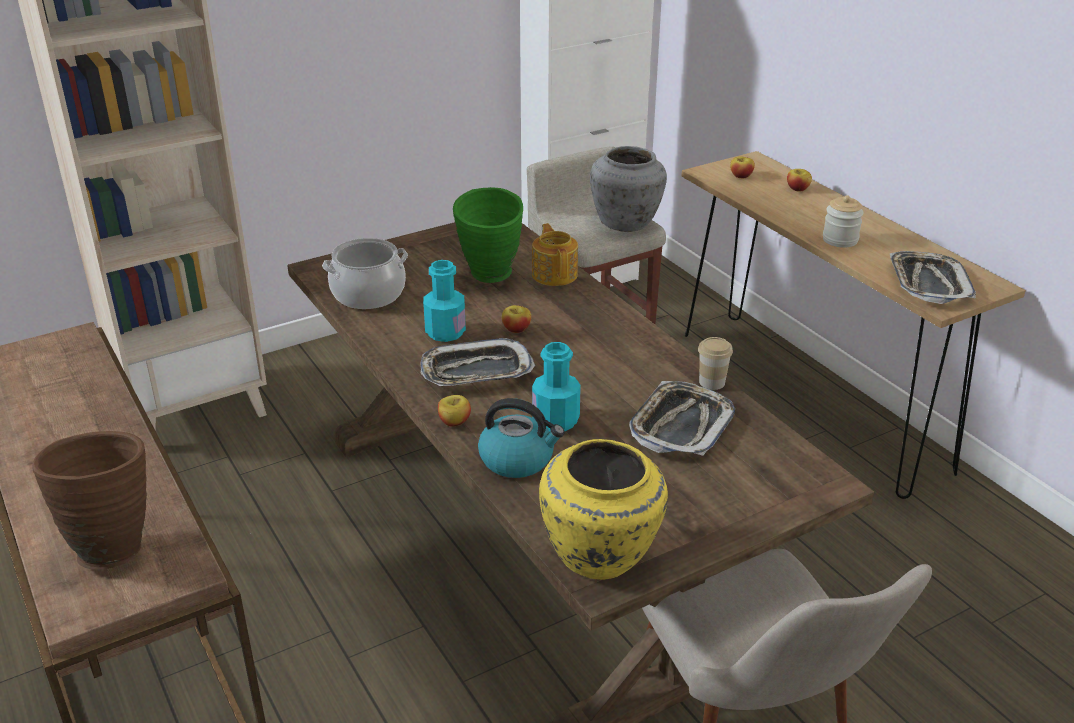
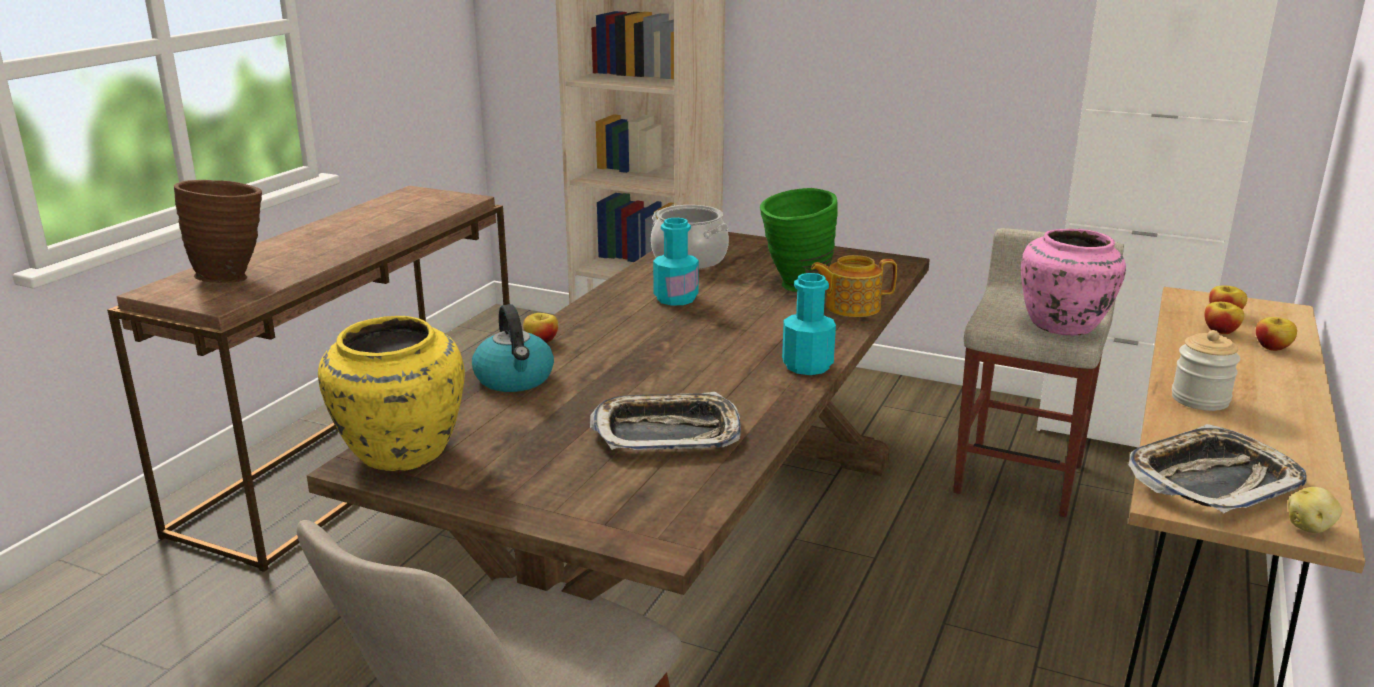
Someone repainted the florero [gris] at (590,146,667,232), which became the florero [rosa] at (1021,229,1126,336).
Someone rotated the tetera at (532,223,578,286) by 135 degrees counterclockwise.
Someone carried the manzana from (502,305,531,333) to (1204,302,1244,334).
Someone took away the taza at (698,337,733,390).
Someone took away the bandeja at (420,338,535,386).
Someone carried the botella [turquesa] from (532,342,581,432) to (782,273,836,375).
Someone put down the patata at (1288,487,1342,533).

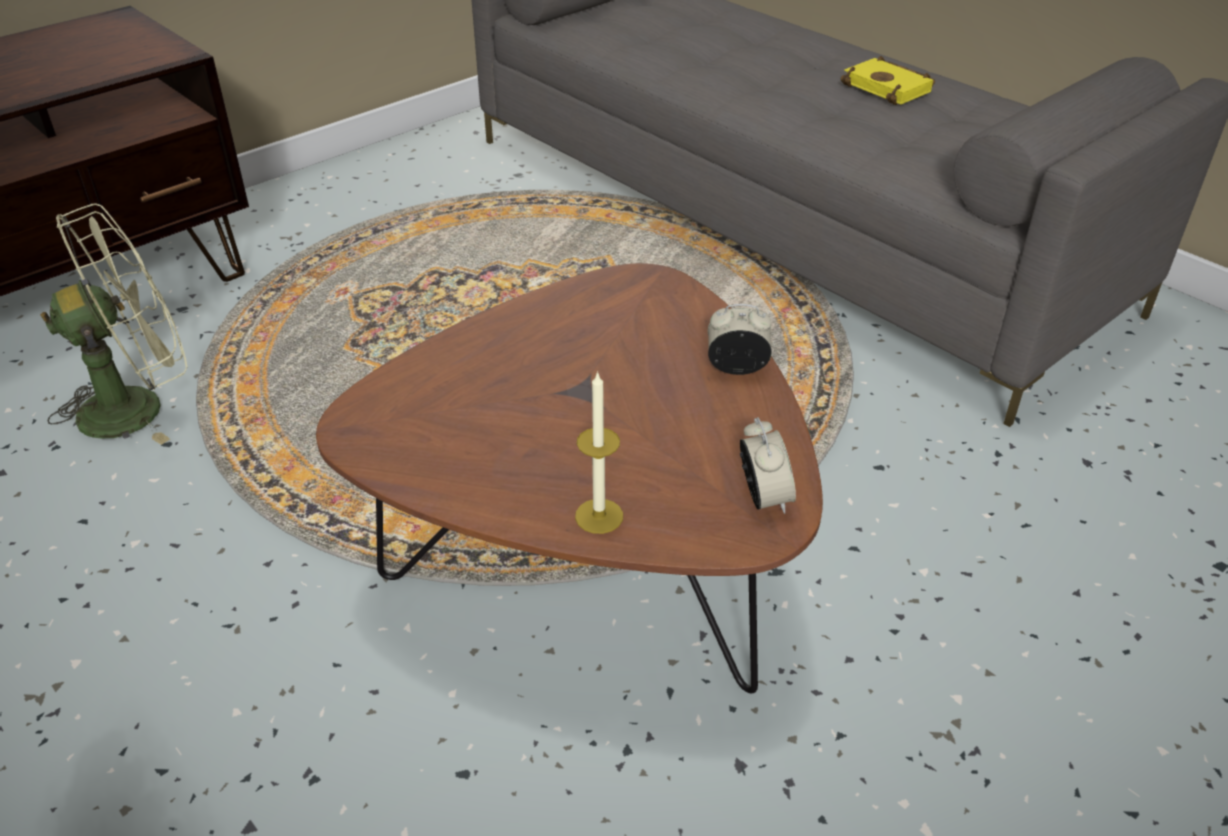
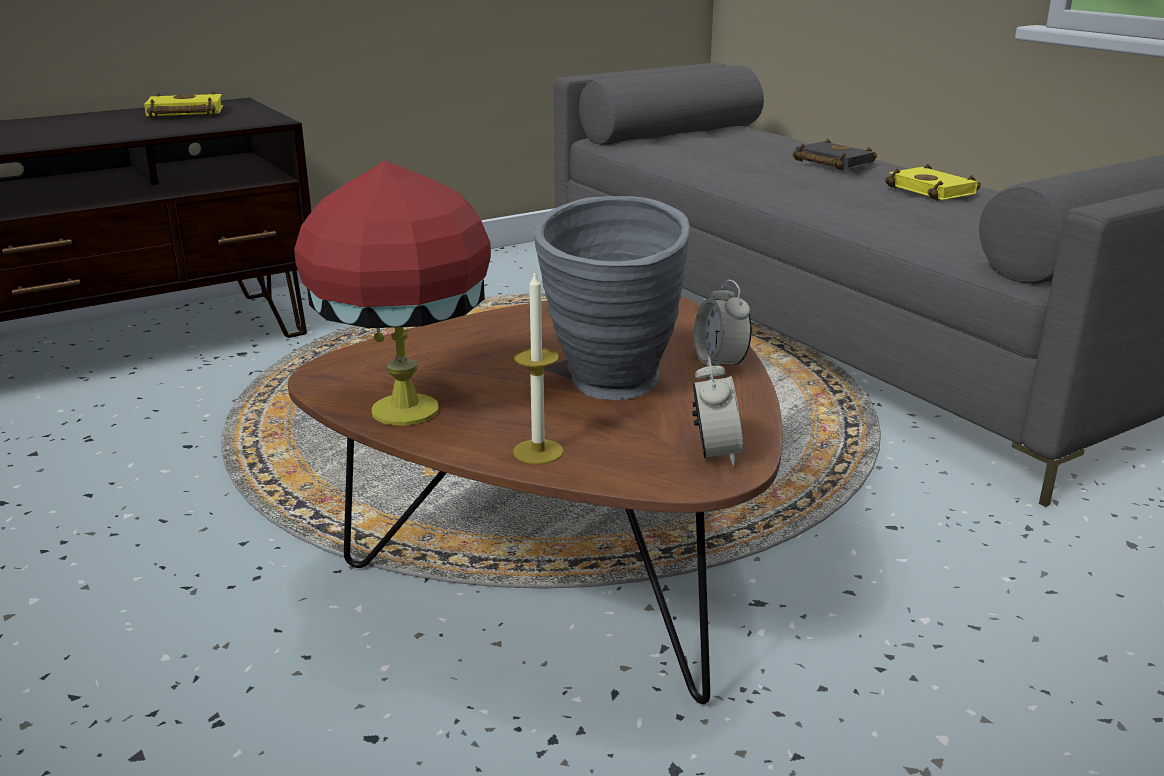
Someone took away the ventilador [verde] at (40,203,187,445).
Someone rotated the despertador at (708,304,772,375) by 120 degrees counterclockwise.
Someone put down the libro [amarillo] at (144,91,223,118).
Someone put down the libro [negro] at (793,139,877,171).
Someone put down the lámpara de mesa [rojo] at (294,160,491,426).
Someone put down the florero [gris] at (534,196,690,400).

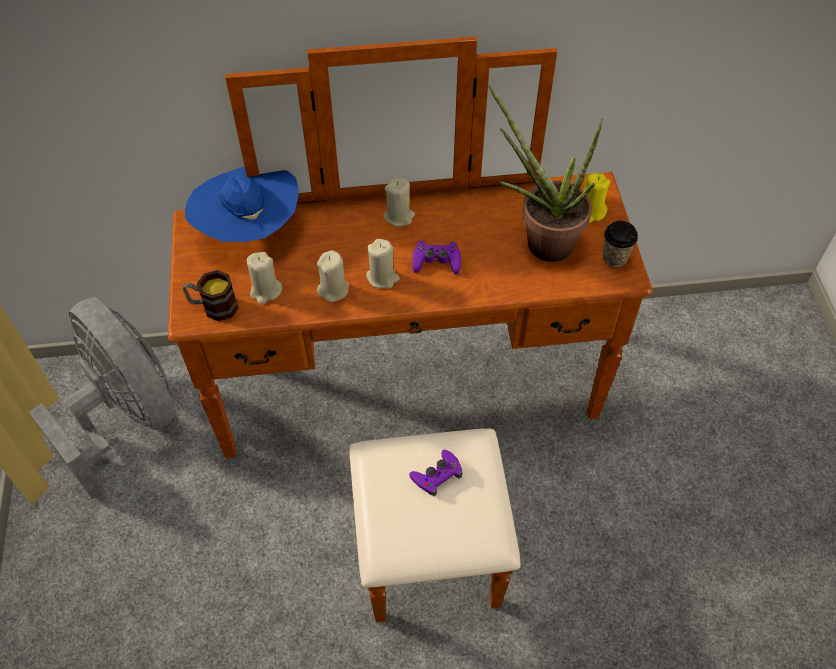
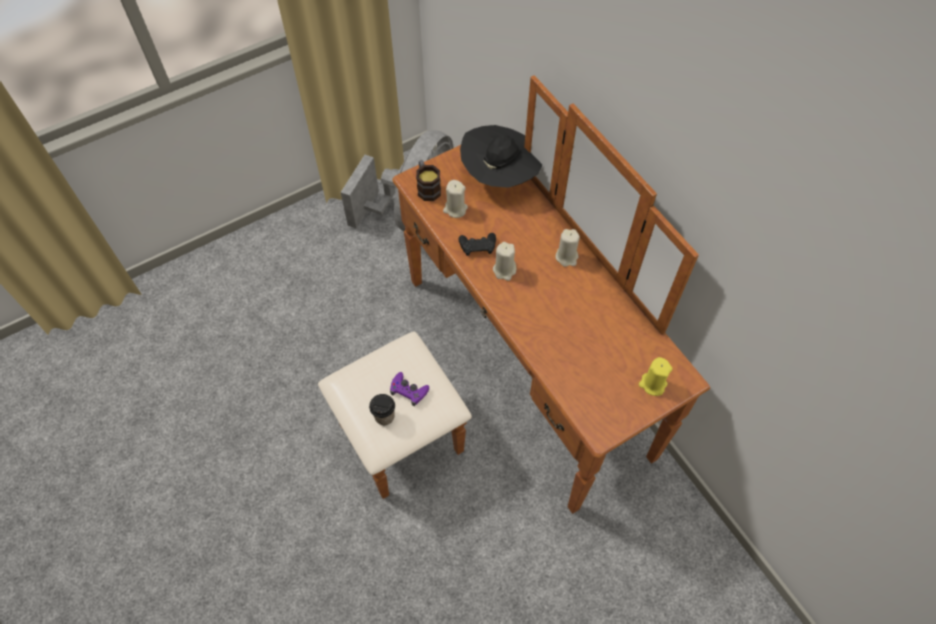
Someone took away the planta en maceta at (488,84,603,262).
Someone repainted the sombrero [azul] at (185,167,298,242), which became the sombrero [negro] at (460,125,542,188).
Someone carried the taza from (603,221,638,267) to (369,394,395,425).
Someone took away the mando de consola [morado] at (412,240,461,275).
Someone swapped the vela [beis] at (317,250,349,302) for the mando de consola [negro] at (458,233,496,256).

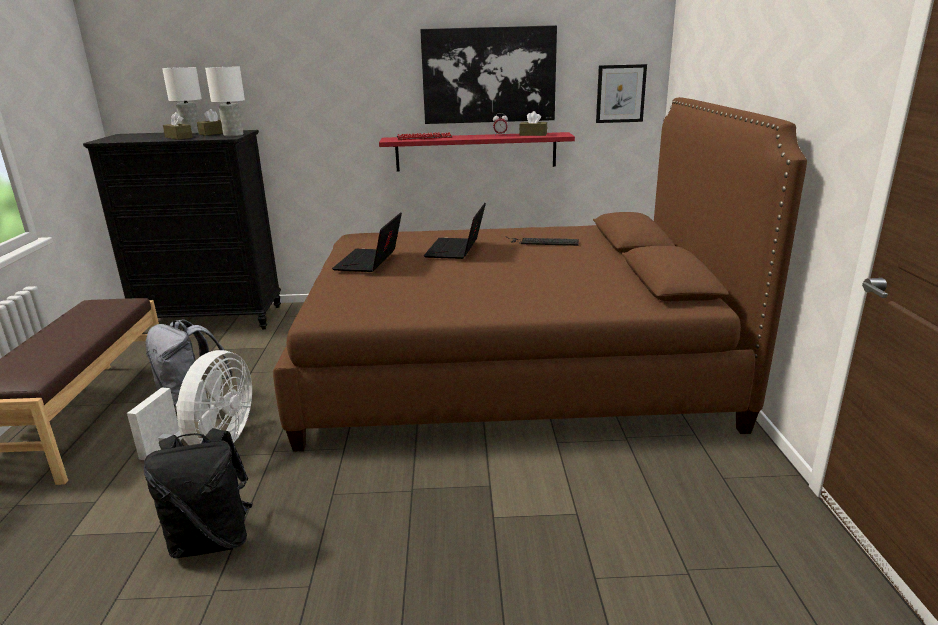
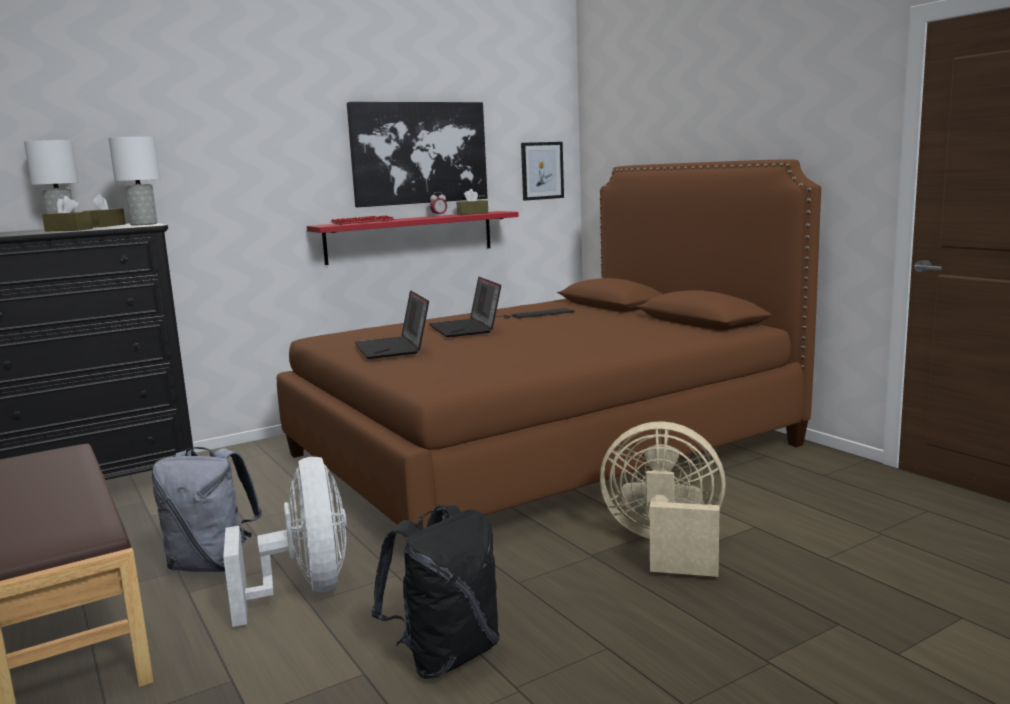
Someone put down the ventilador [beis] at (600,421,726,577).

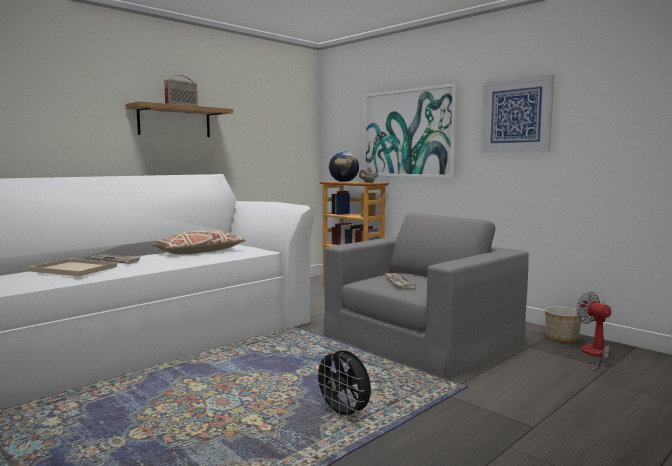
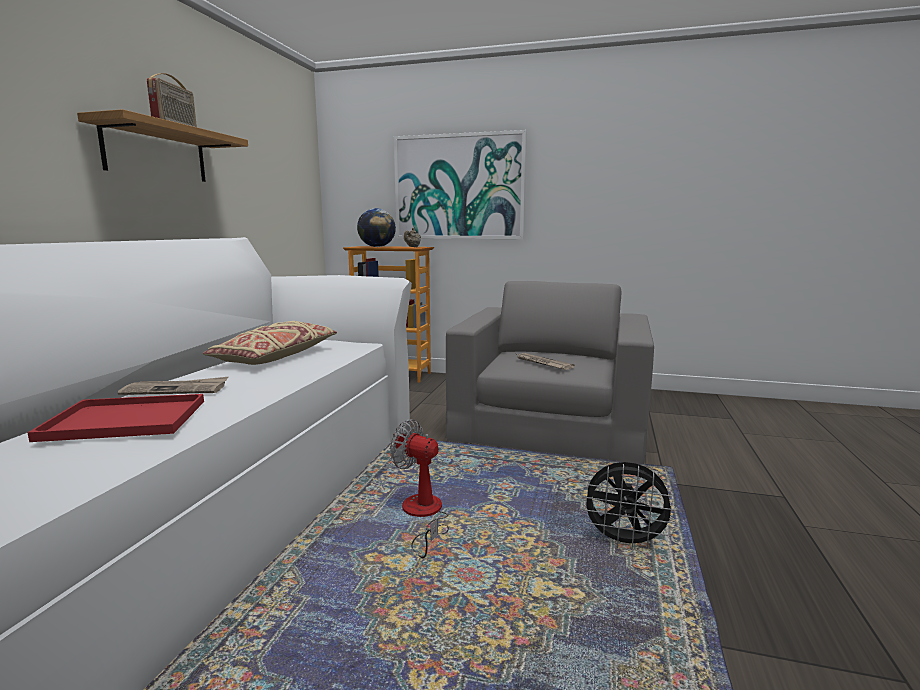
Someone took away the cuadro at (481,74,554,152).
Someone repainted the bandeja [beis] at (30,258,117,277), which became the bandeja [rojo] at (27,394,204,442).
Someone carried the ventilador from (576,292,615,371) to (390,419,449,558).
Someone took away the maceta at (545,306,582,343).

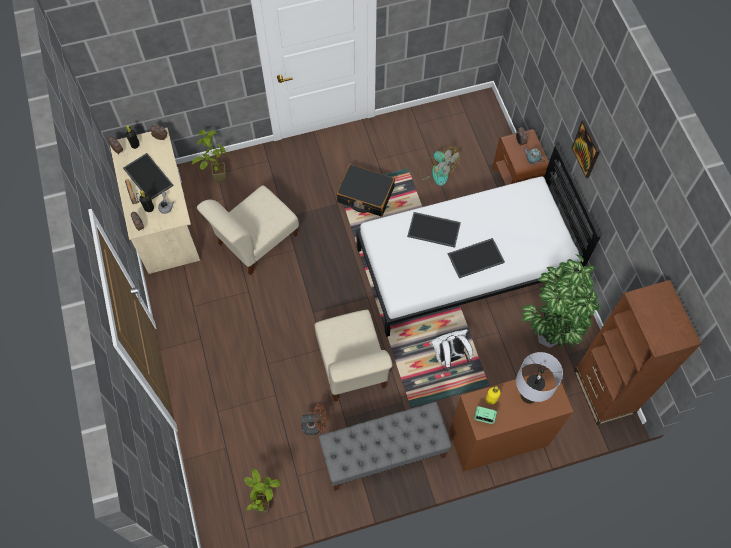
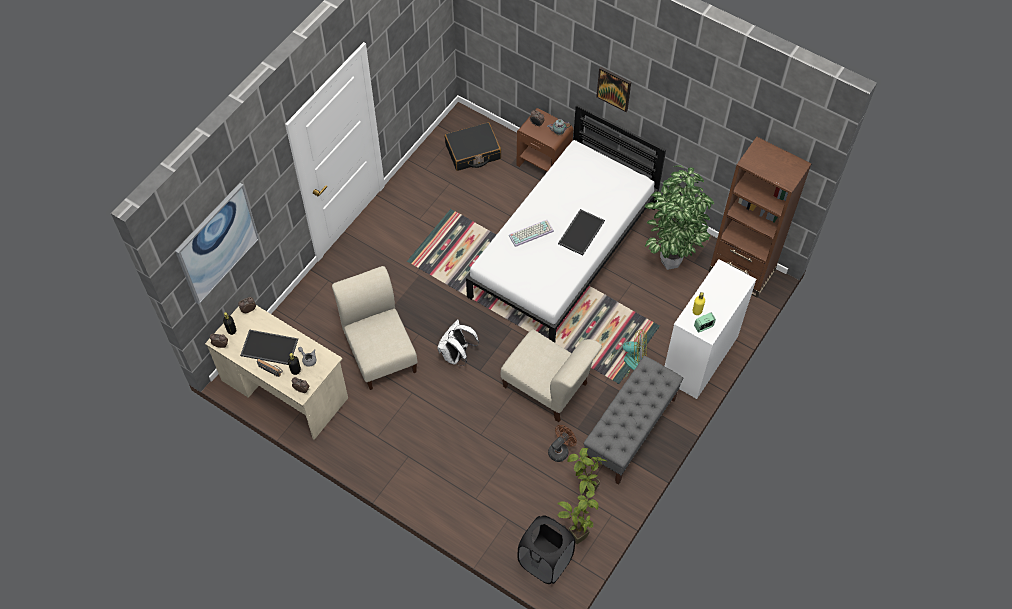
Someone carried the planta en maceta from (192,130,227,183) to (567,448,607,495).
Someone carried the ventilador from (418,147,460,186) to (611,329,647,379).
Someone carried the maleta [negro] from (336,164,395,216) to (445,122,501,171).
Someone rotated the silla [beis] at (197,185,299,275) by 150 degrees clockwise.
Someone swapped the bandeja at (407,212,461,248) for the teclado at (509,220,554,247).
Someone carried the mochila [blanco] from (431,329,473,372) to (437,319,479,366).
Someone took away the lámpara de mesa [gris] at (516,352,563,404).
Someone repainted the cómoda [marrón] at (449,370,573,472), which became the cómoda [blanco] at (664,259,756,399).
Someone put up the cuadro at (175,183,259,304).
Someone put down the cesto de la ropa [negro] at (517,516,575,584).

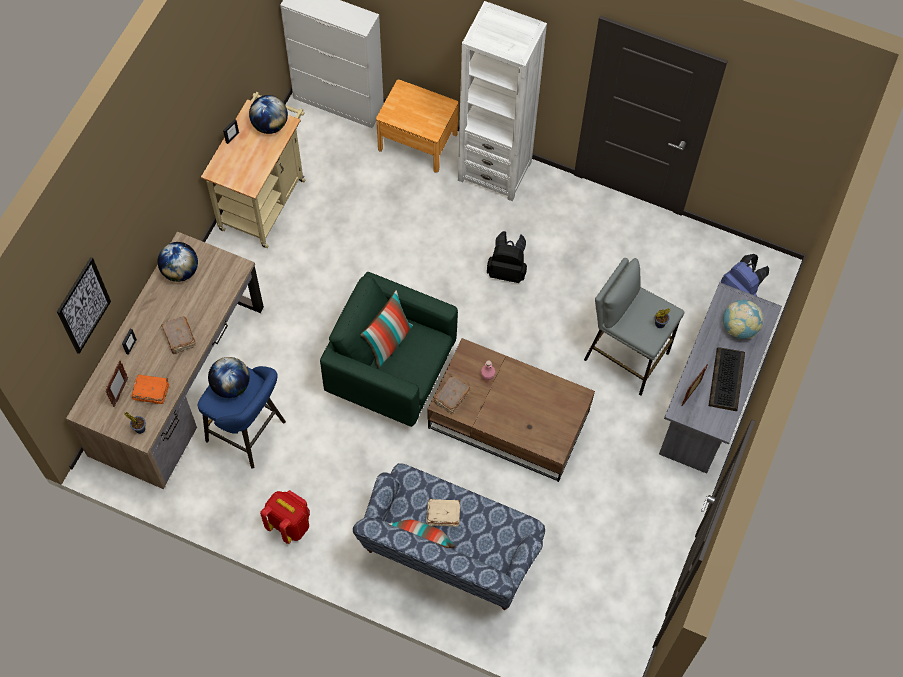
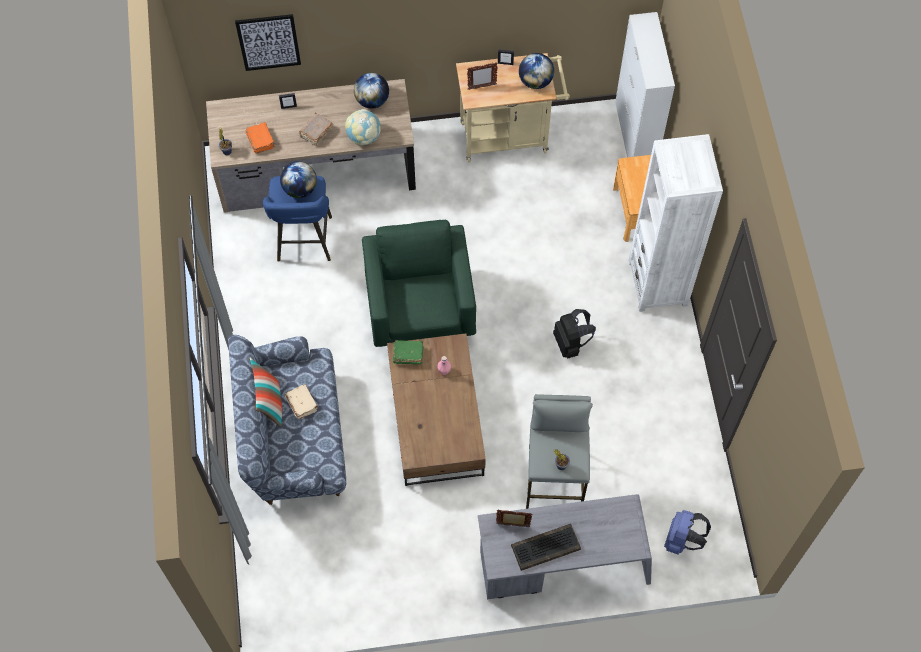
Someone took away the cojín at (360,290,413,368).
Someone carried the globo terráqueo from (722,300,763,339) to (345,109,381,145).
Someone carried the portarretratos from (105,360,128,407) to (467,62,498,90).
Someone repainted the libro [marrón] at (433,375,471,414), which became the libro [verde] at (392,340,423,365).
Someone took away the mochila [rojo] at (260,490,310,544).

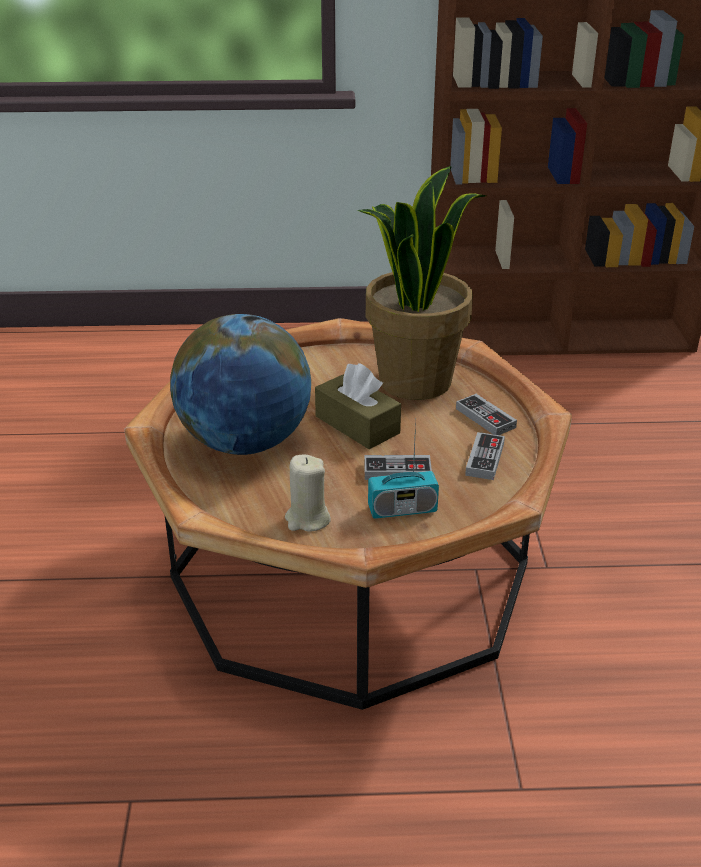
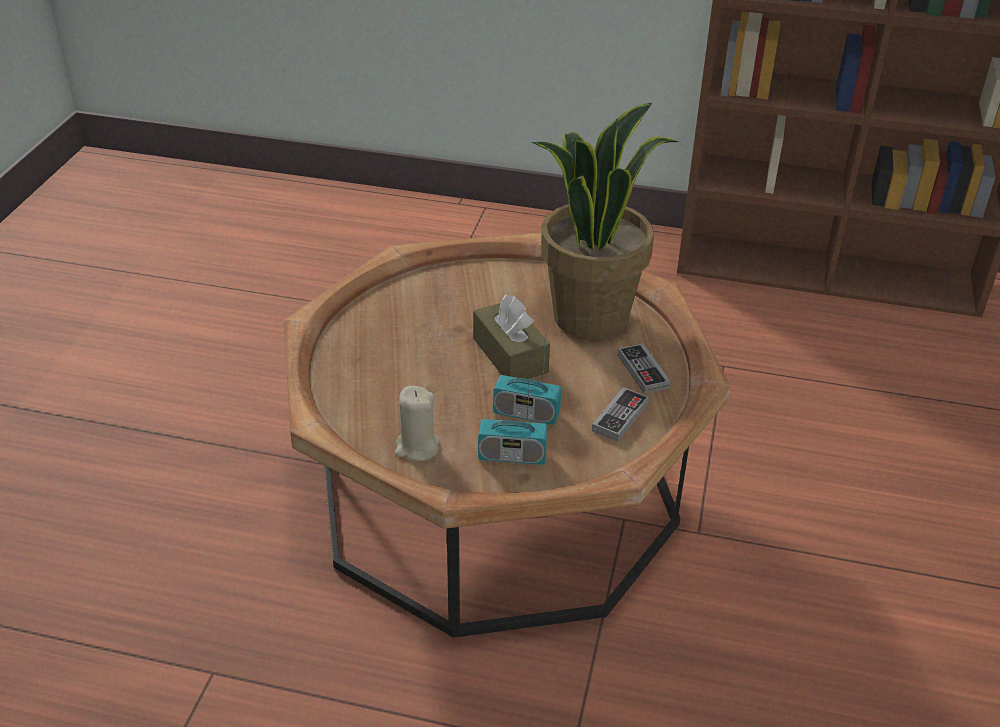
Someone took away the globo terráqueo at (170,314,311,455).
Someone swapped the mando de consola at (364,455,432,480) for the radio at (493,332,561,425).

